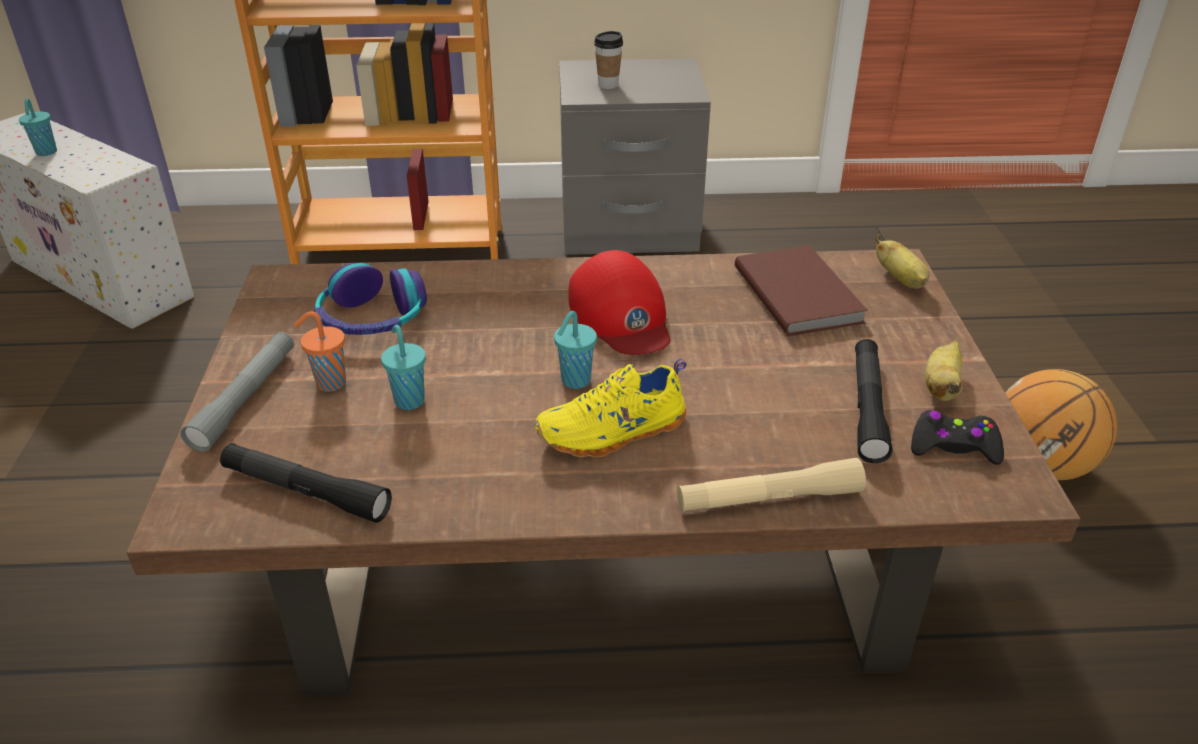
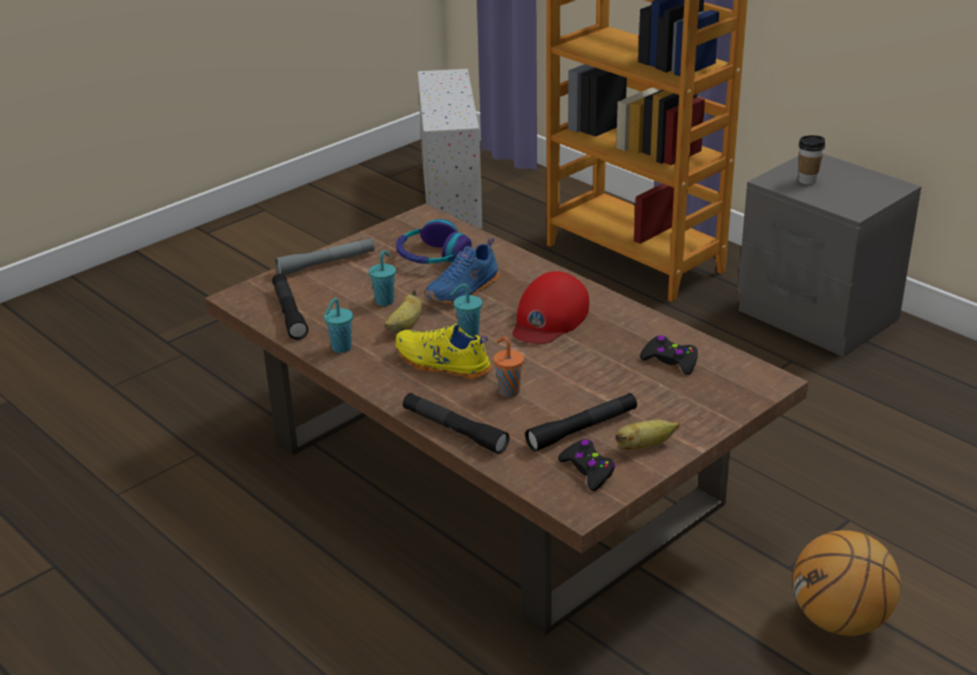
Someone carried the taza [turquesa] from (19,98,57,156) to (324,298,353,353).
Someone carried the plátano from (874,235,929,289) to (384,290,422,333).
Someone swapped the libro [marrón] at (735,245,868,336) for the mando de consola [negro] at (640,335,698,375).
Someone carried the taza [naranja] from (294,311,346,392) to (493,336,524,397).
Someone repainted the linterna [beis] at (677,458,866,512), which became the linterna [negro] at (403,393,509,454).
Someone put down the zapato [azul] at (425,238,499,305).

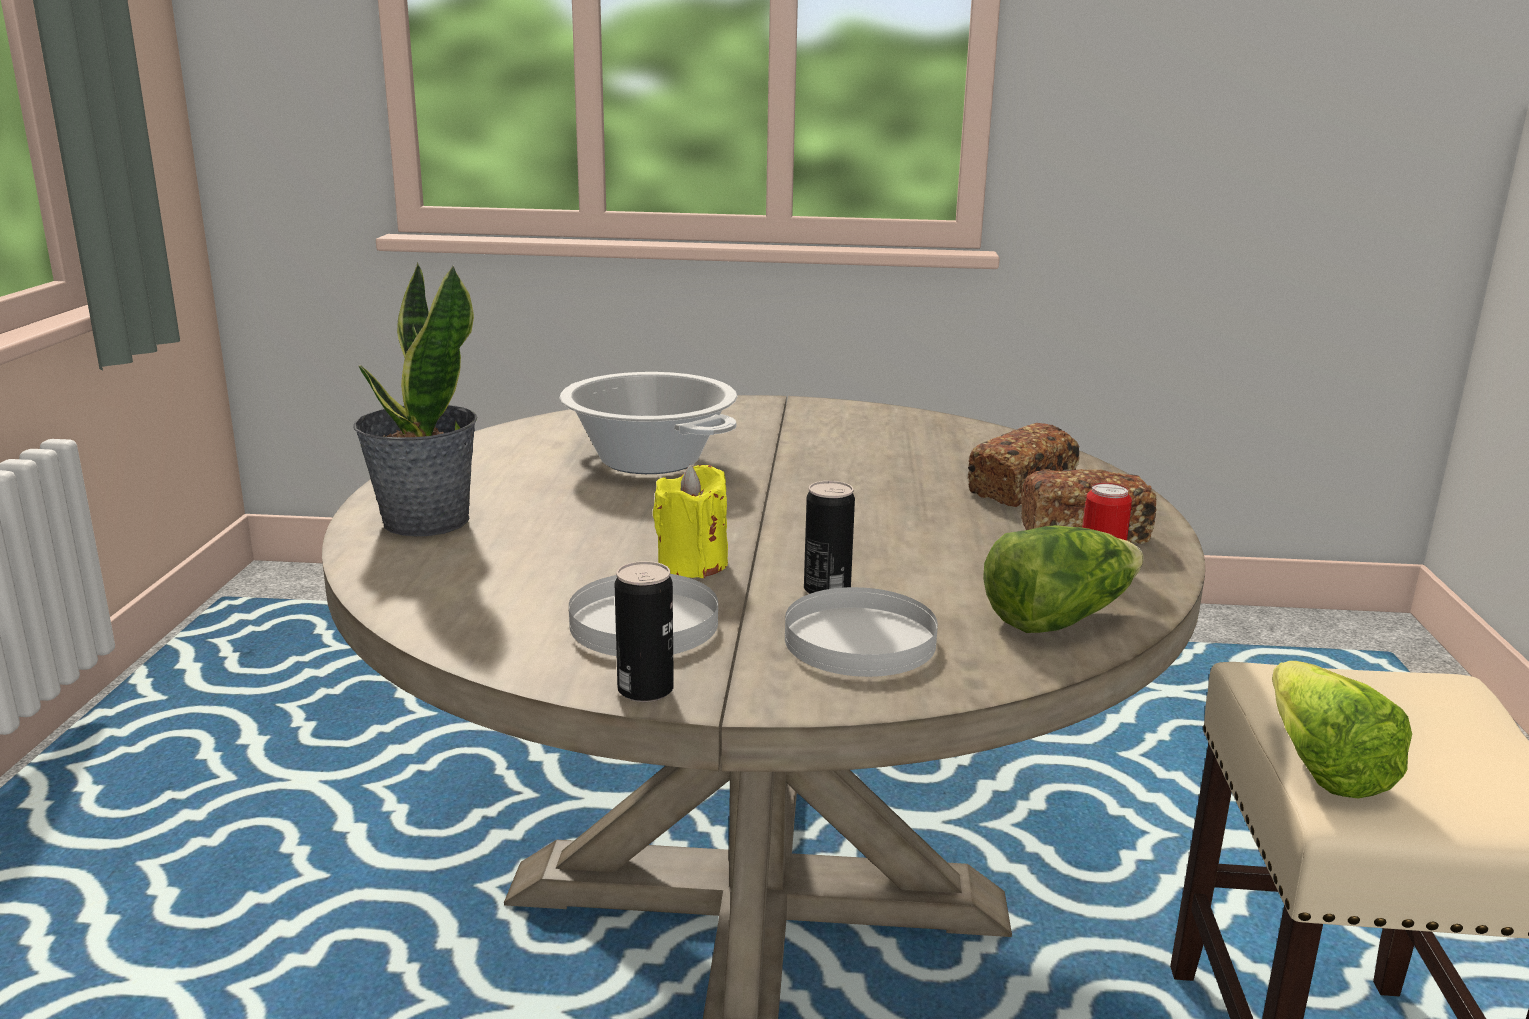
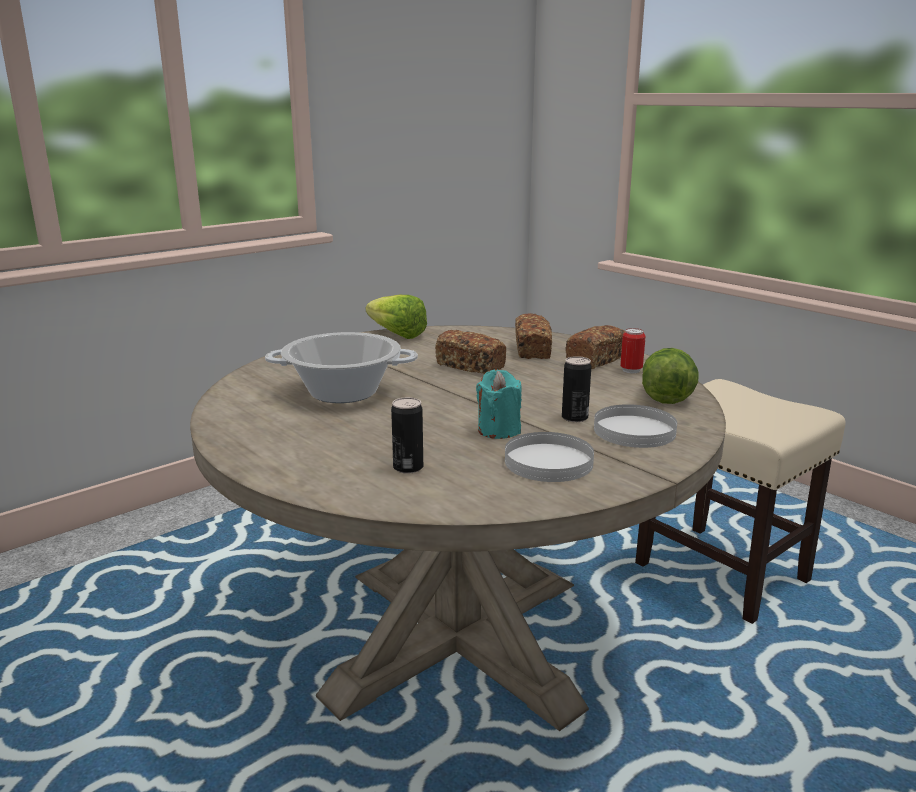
Someone took away the planta en maceta at (353,262,477,536).
Someone repainted the vela [amarillo] at (653,465,728,578), which became the vela [turquesa] at (476,369,522,439).
Someone carried the lata from (615,561,674,702) to (391,397,423,474).
Someone carried the lechuga from (1272,661,1412,798) to (366,295,427,339).
Someone put down the pan at (435,330,506,374).

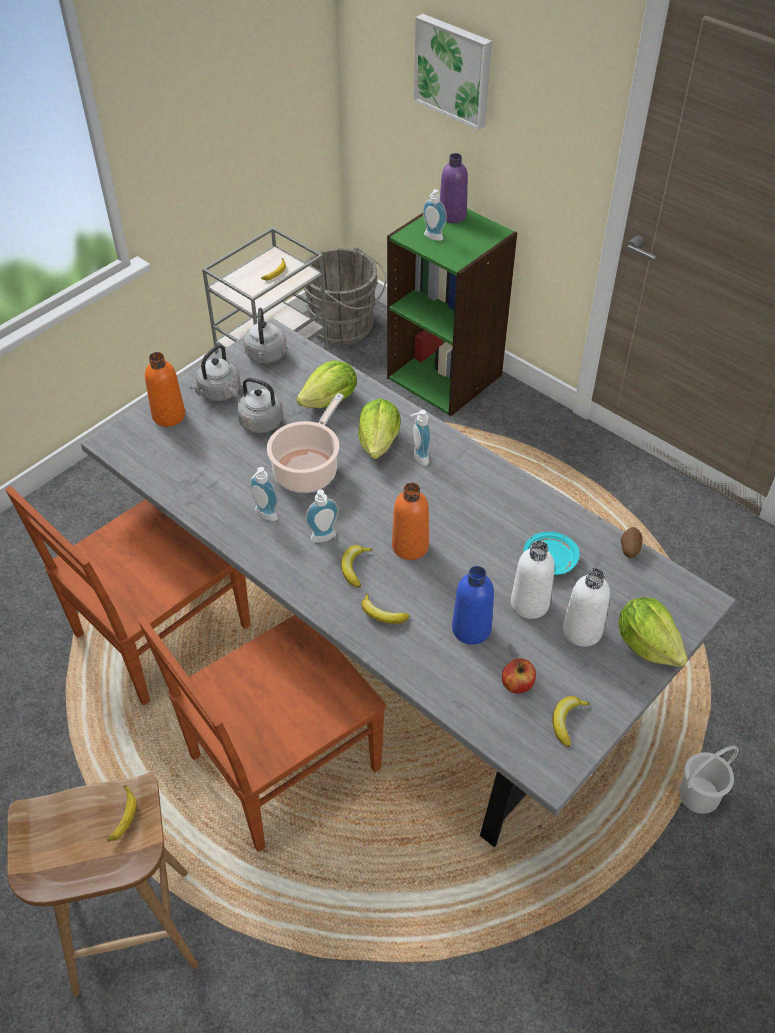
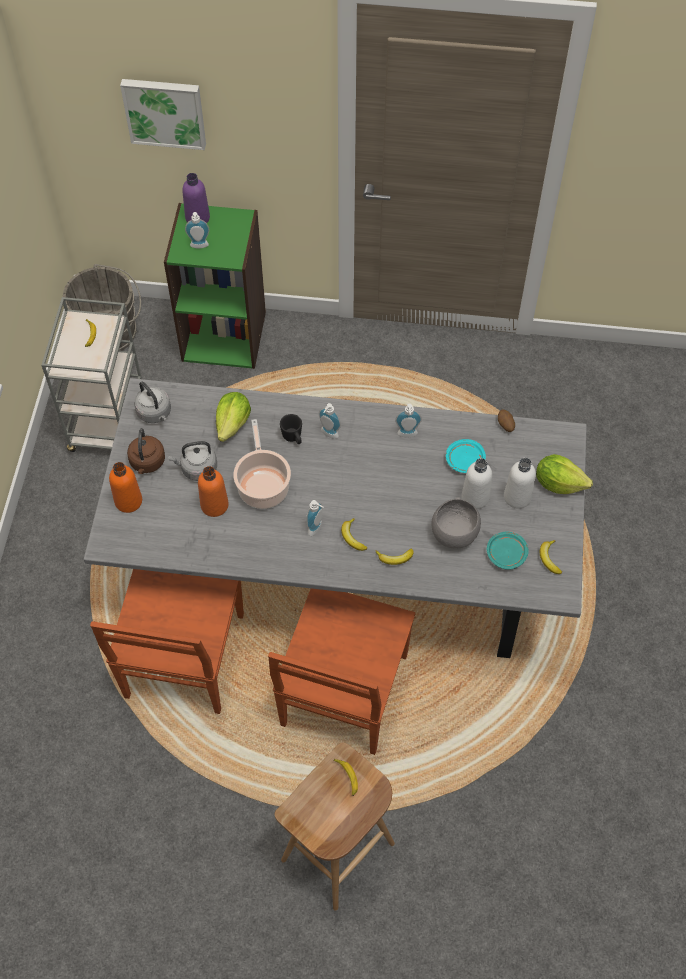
Someone repainted the hervidor [gris] at (190,345,241,401), which became the hervidor [marrón] at (127,428,165,474).
Someone swapped the lechuga at (358,399,401,459) for the taza grande [negro] at (280,414,302,444).
Someone carried the dispensador de jabón from (250,467,278,521) to (395,404,422,438).
Someone carried the botella [naranja] from (392,483,429,560) to (198,466,229,517).
Someone swapped the botella [azul] at (452,566,494,645) for the cuenco [gris] at (432,497,481,549).
Someone swapped the manzana at (502,658,536,694) for the plato [turquesa] at (487,532,529,570).
Someone took away the cubo [blanco] at (679,745,739,814).

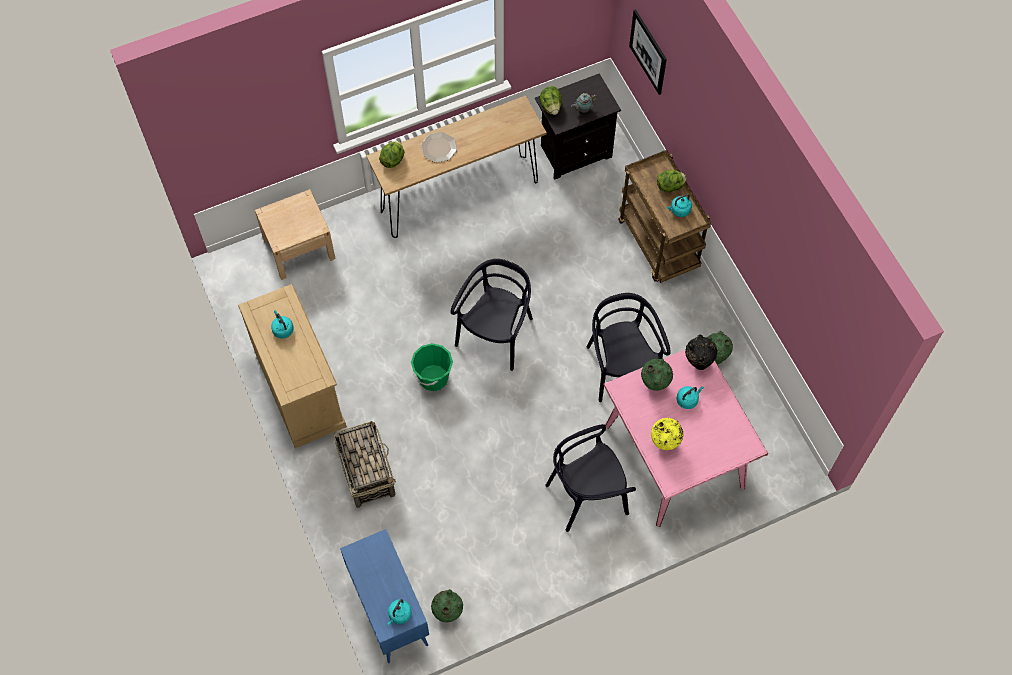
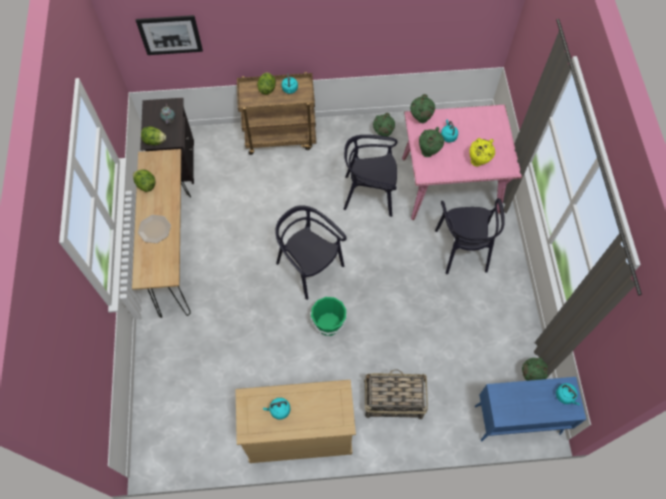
Someone carried the lechuga from (379,141,404,168) to (133,169,155,192).
Someone took away the mesita de noche [beis] at (255,189,336,280).
Someone repainted the florero [negro] at (685,335,717,370), which became the florero [verde] at (410,94,435,123).

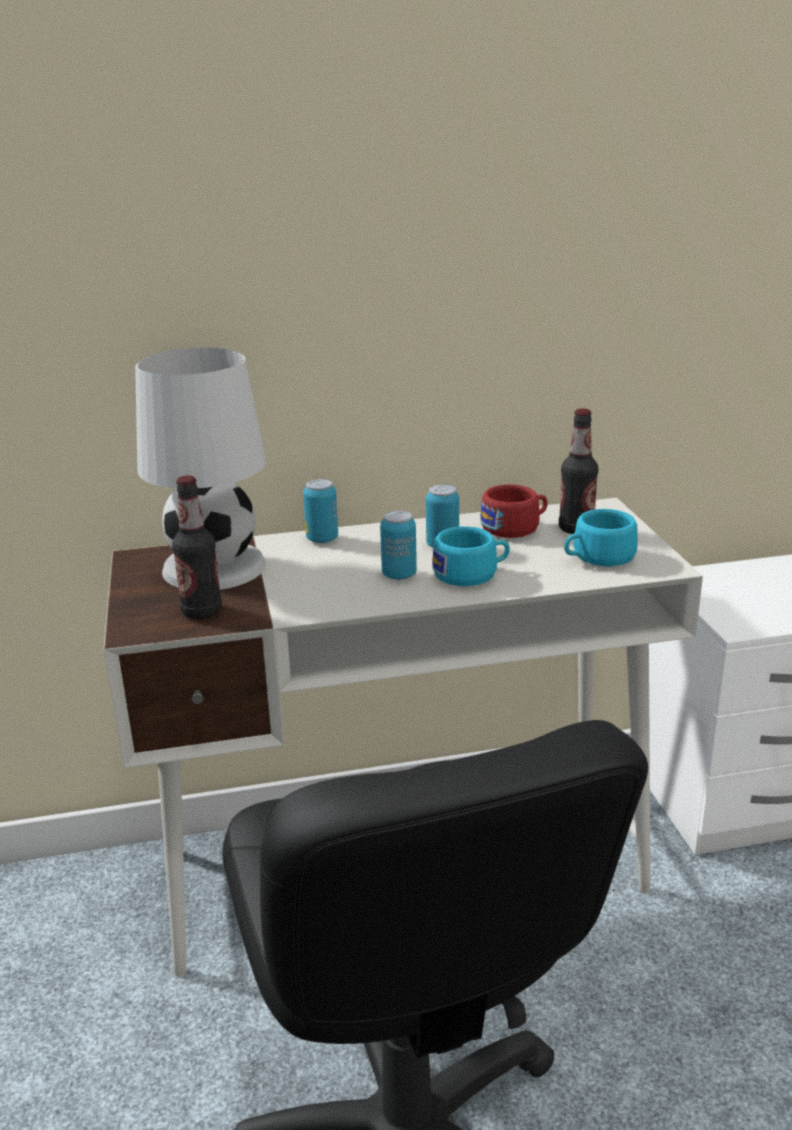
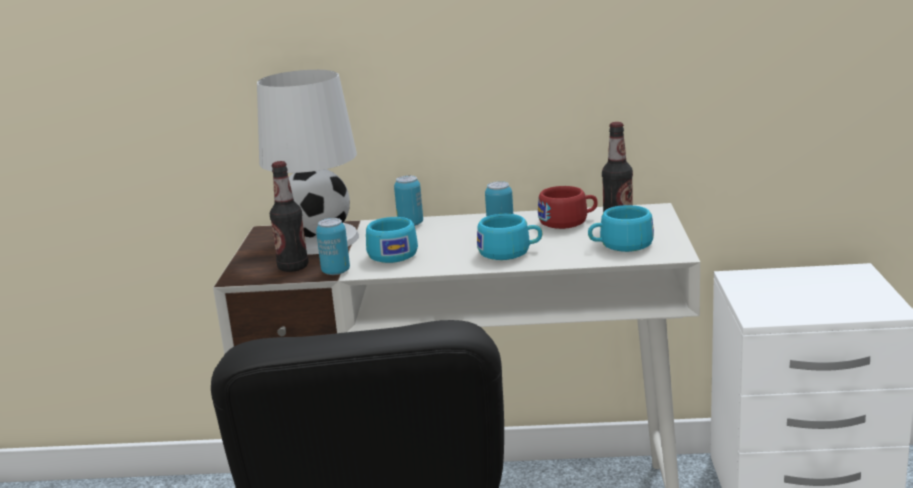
Someone carried the lata from (380,511,417,580) to (316,218,350,275).
Someone put down the taza [turquesa] at (366,217,418,263).

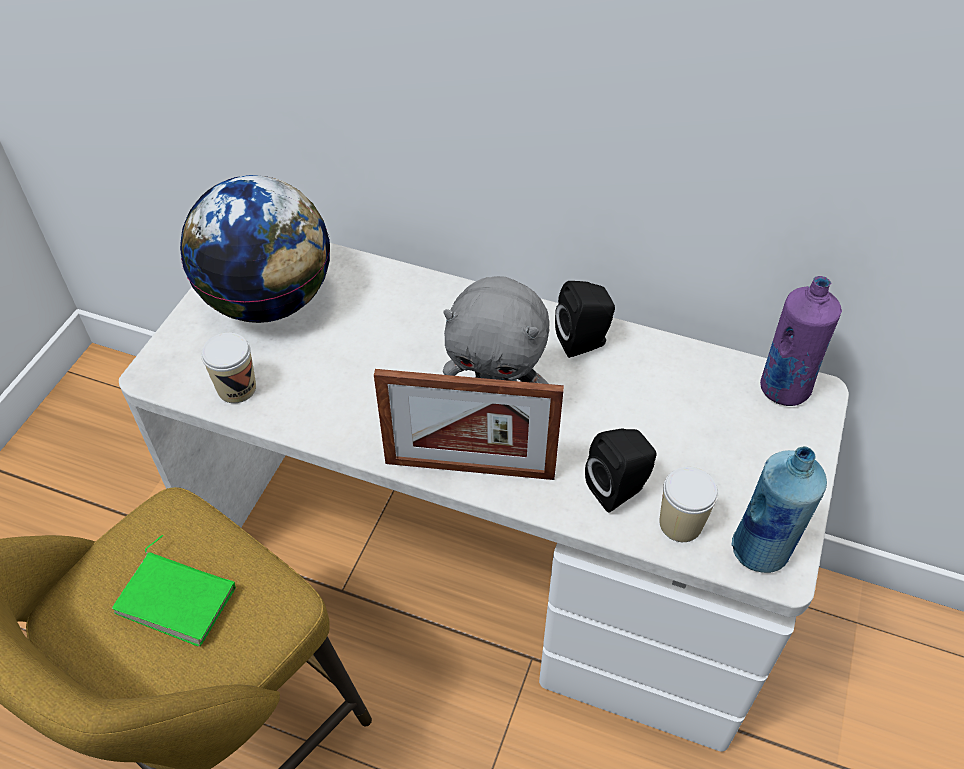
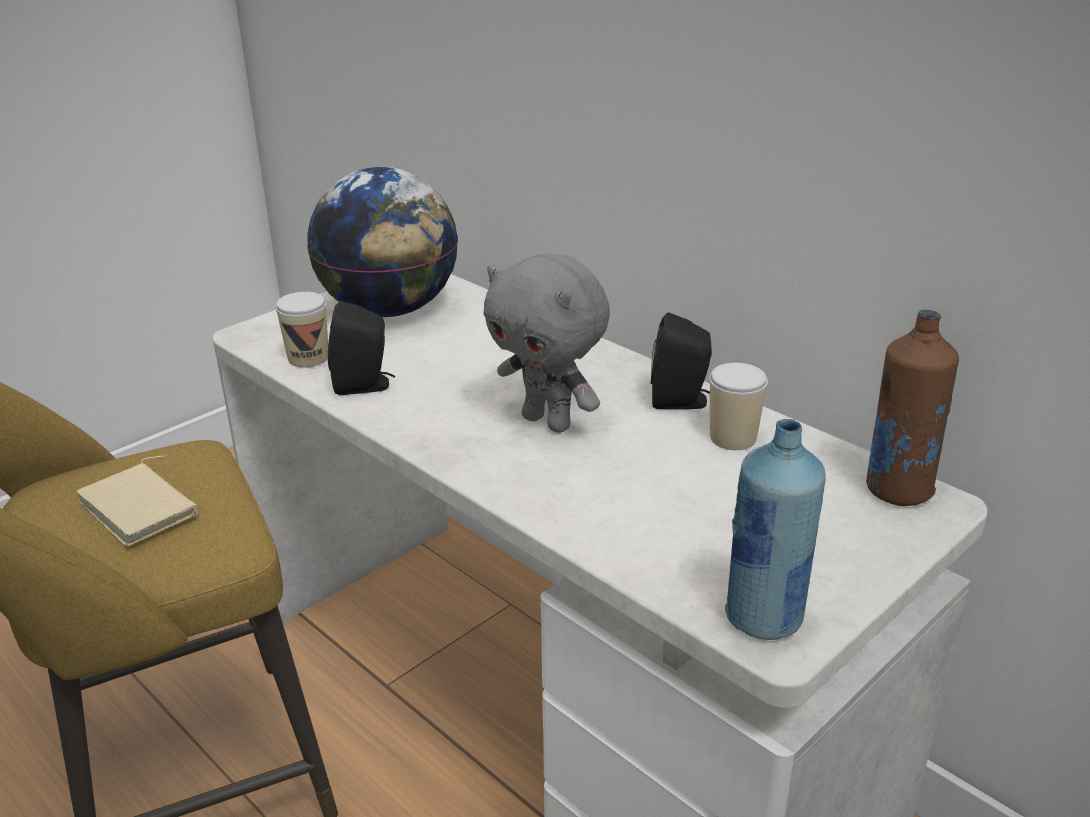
Someone repainted the botella [morado] at (760,276,842,406), which became the botella [marrón] at (866,310,959,506).
Someone took away the portarretratos at (374,369,564,480).
Someone carried the altavoz [negro] from (585,428,656,513) to (328,301,395,395).
Someone carried the taza from (659,467,718,542) to (709,363,768,450).
Someone repainted the libro [verde] at (112,535,236,647), which became the libro [beis] at (76,456,197,547).

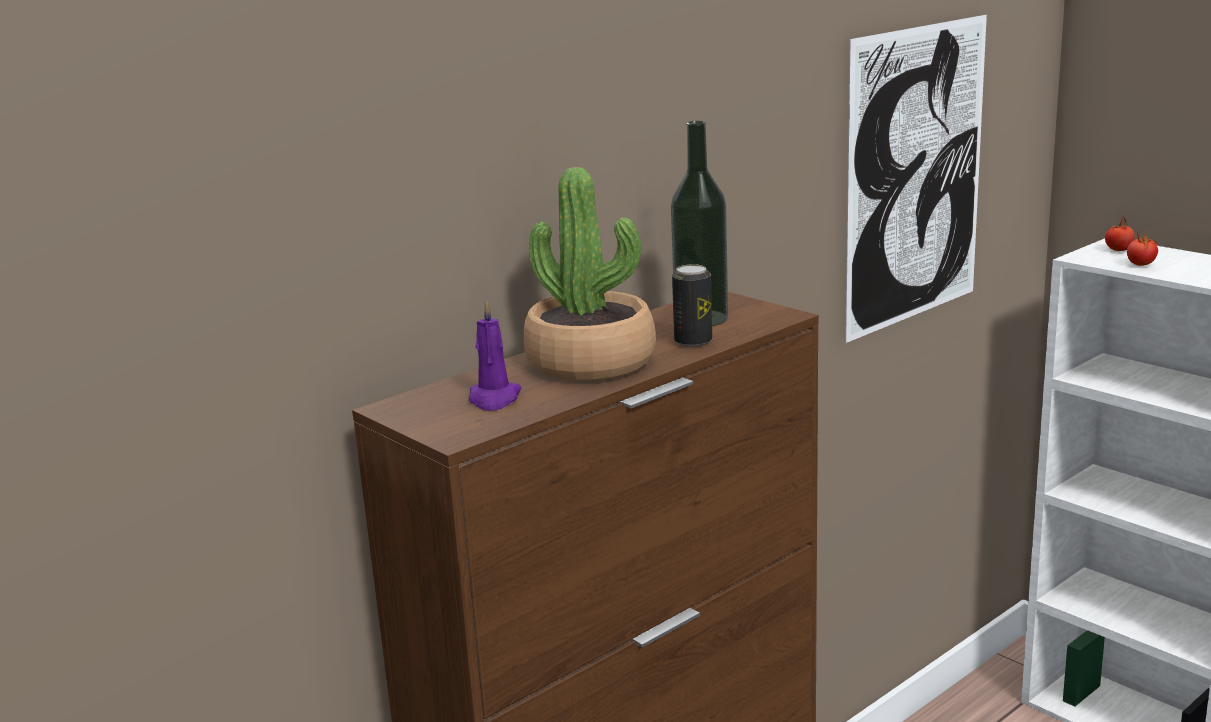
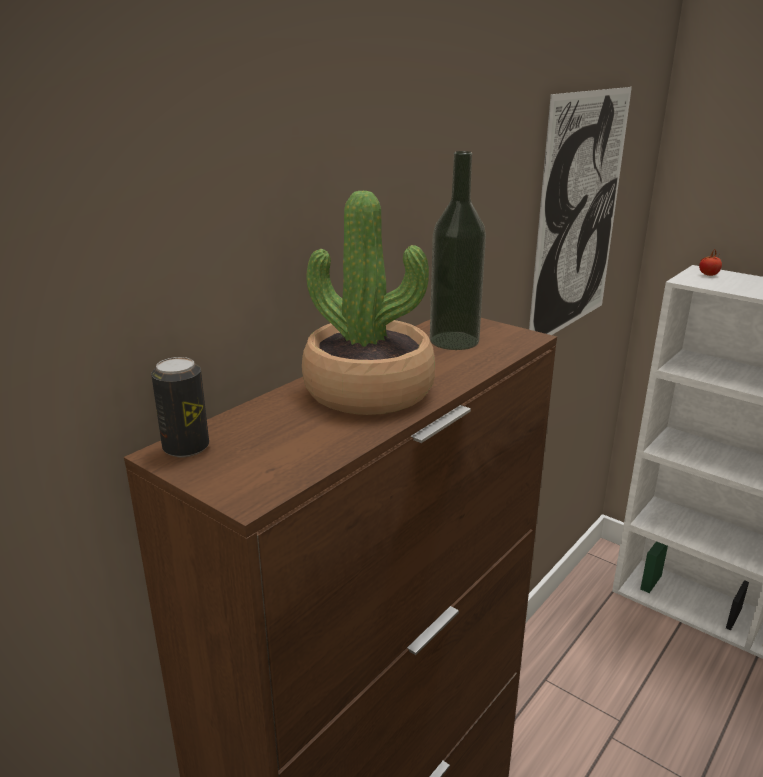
Someone took away the tomate at (1127,230,1158,266).
Someone carried the lata from (672,264,712,347) to (151,357,209,457).
Someone took away the vela [morado] at (469,299,522,411).

